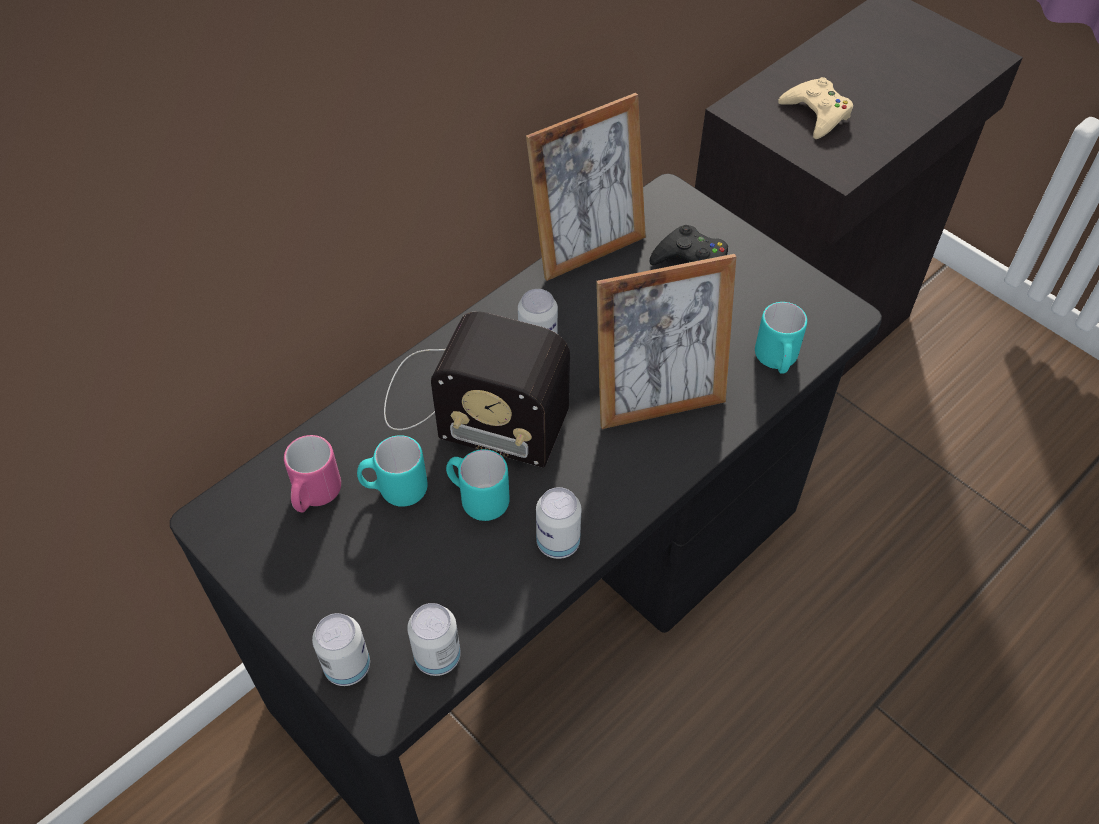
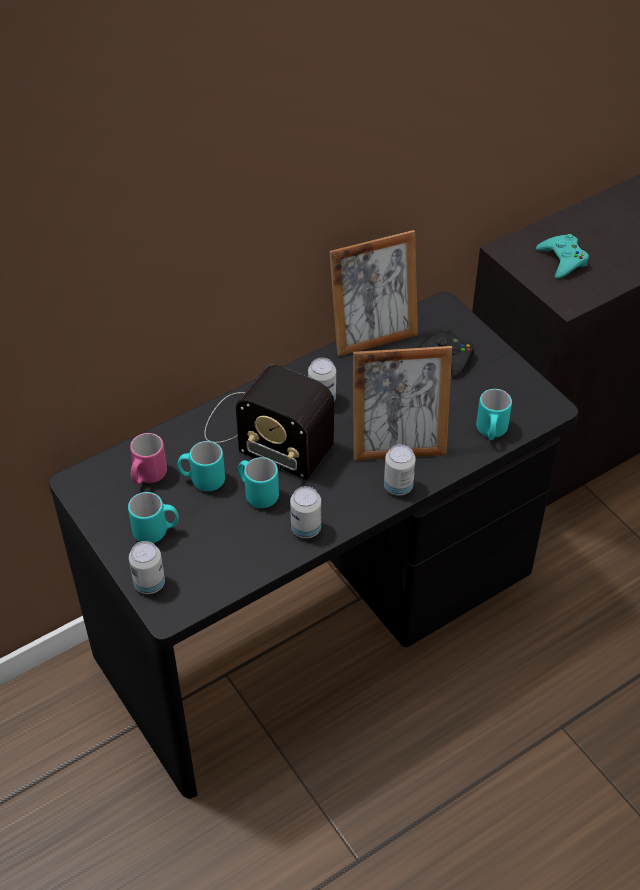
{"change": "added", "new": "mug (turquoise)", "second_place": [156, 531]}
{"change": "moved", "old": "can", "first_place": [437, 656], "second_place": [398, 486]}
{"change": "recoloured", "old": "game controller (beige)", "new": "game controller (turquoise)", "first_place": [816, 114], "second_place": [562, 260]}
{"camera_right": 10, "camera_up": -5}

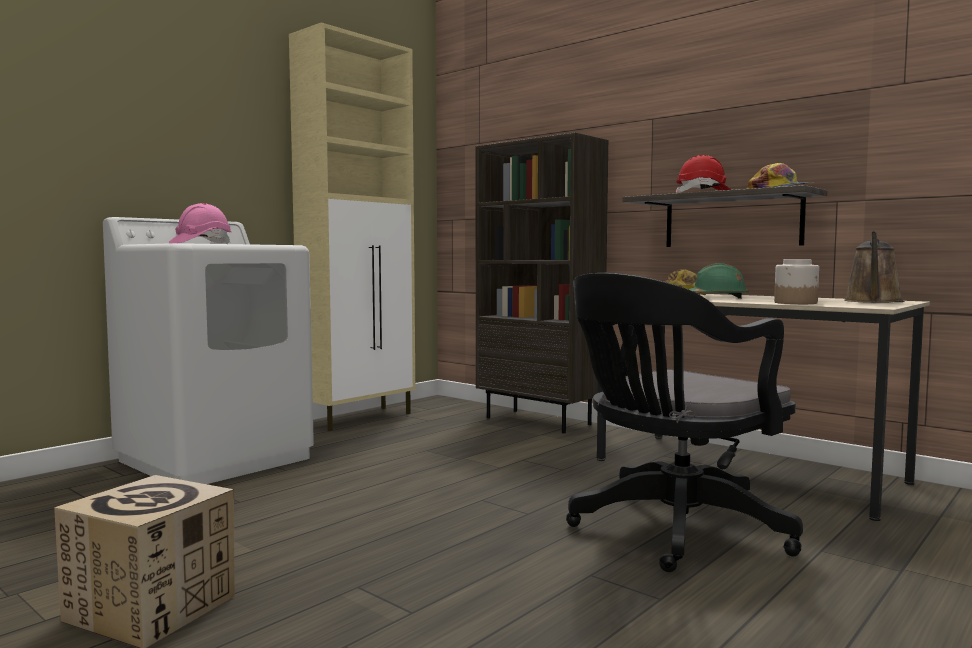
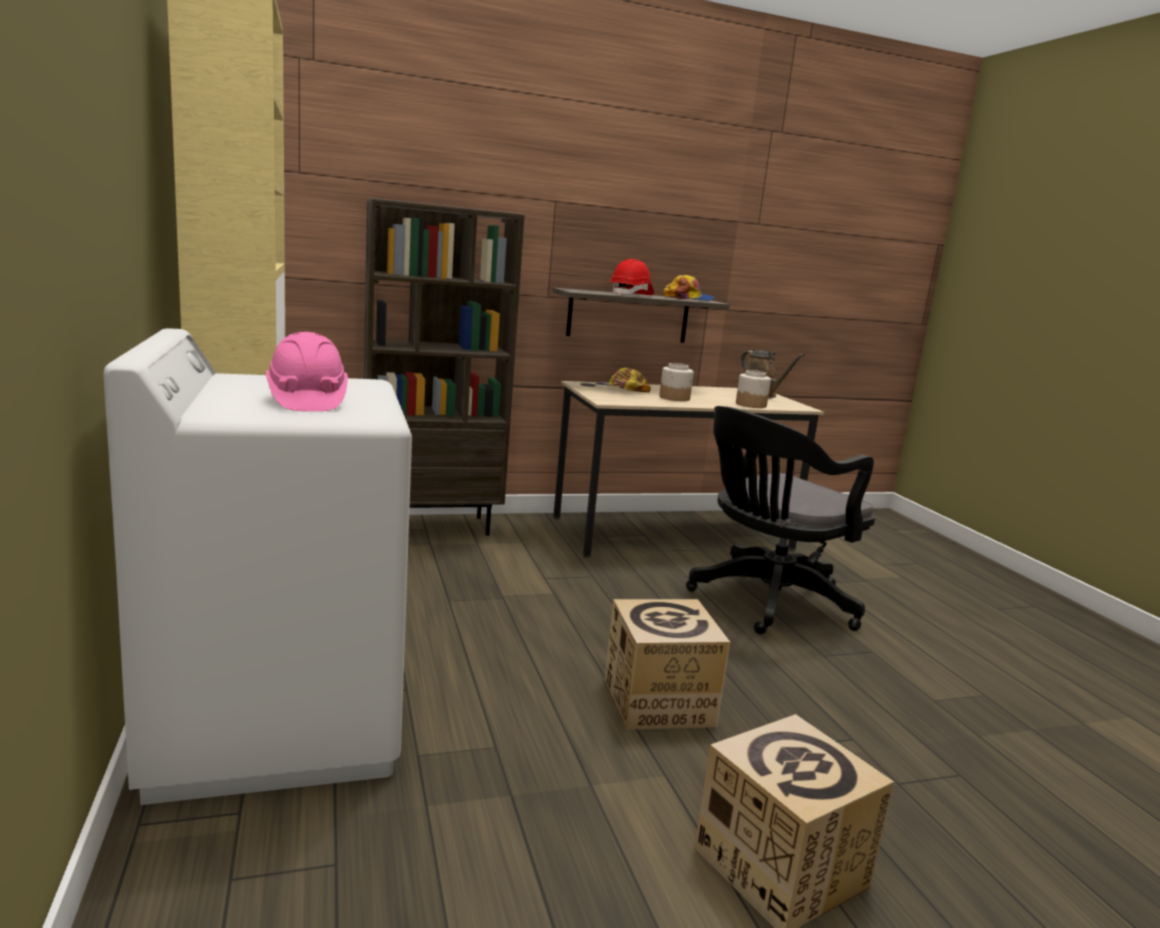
{"change": "added", "new": "cardboard box", "second_place": [658, 701]}
{"change": "replaced", "old": "hard hat (green)", "new": "jar", "first_place": [716, 298], "second_place": [675, 398]}
{"change": "turned", "old": "office chair (black)", "first_place": [672, 531], "second_place": [766, 602], "degrees": 60}
{"camera_right": -60, "camera_up": 10}

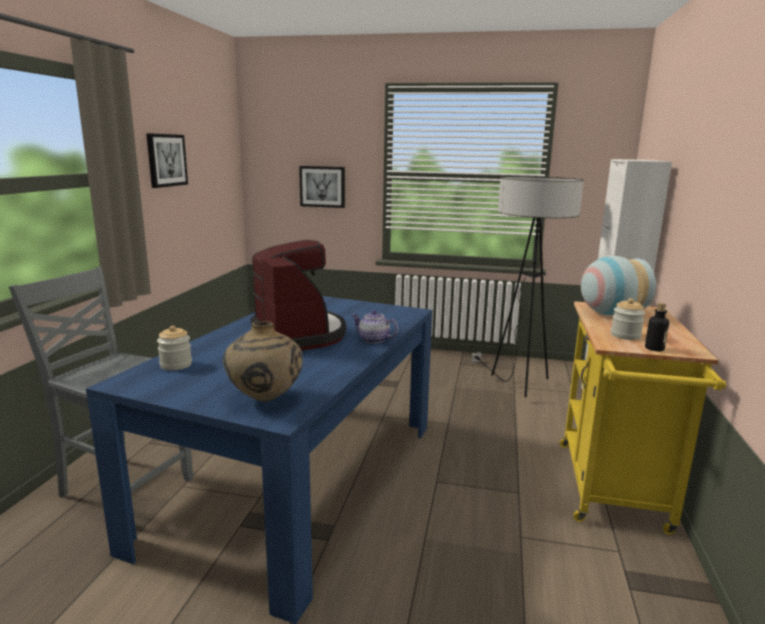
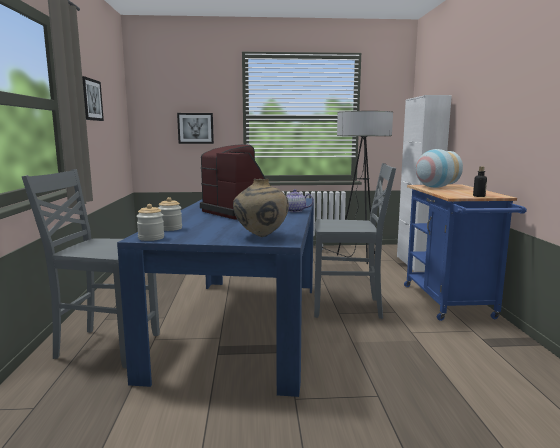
{"change": "moved", "old": "jar", "first_place": [625, 335], "second_place": [151, 238]}
{"change": "added", "new": "chair (grey)", "second_place": [348, 307]}
{"change": "recoloured", "old": "cart (yellow)", "new": "cart (blue)", "first_place": [613, 491], "second_place": [451, 304]}
{"camera_right": -15, "camera_up": -5}

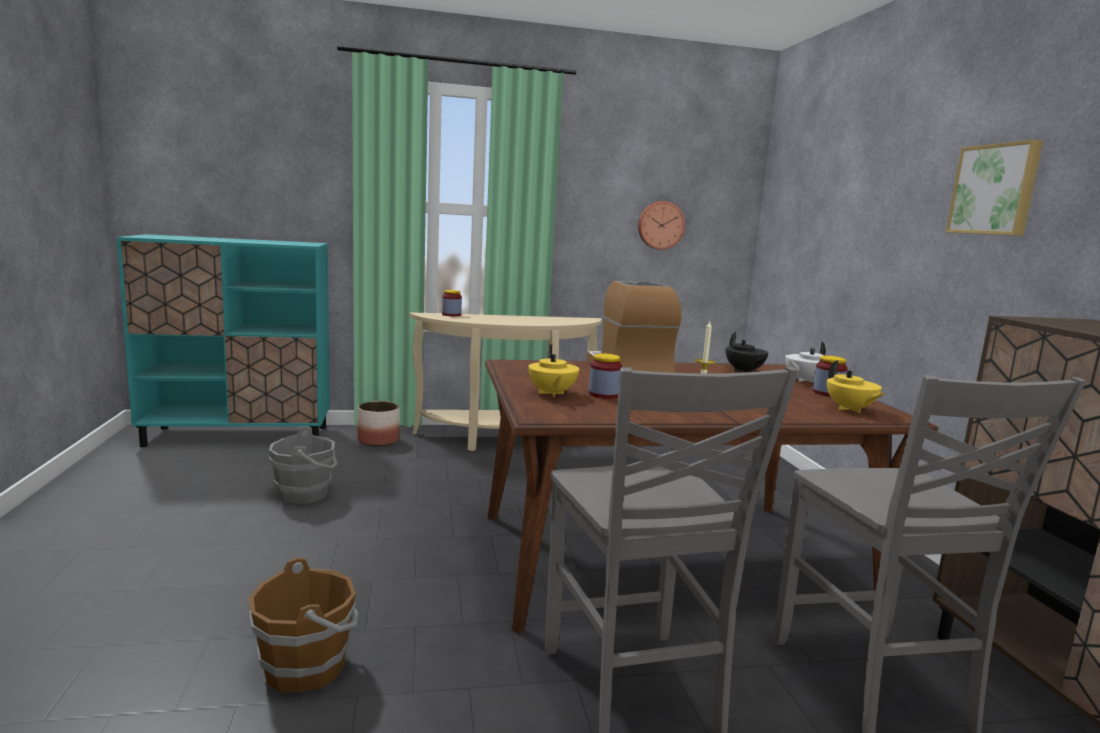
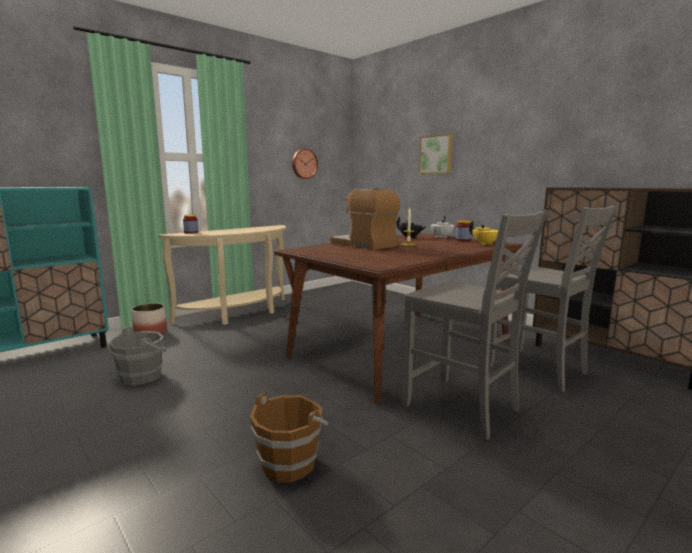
{"change": "moved", "old": "picture", "first_place": [995, 190], "second_place": [436, 154]}
{"change": "removed", "old": "teapot (yellow)", "first_place": [551, 393]}
{"change": "removed", "old": "jar", "first_place": [604, 394]}
{"camera_right": -30, "camera_up": 0}

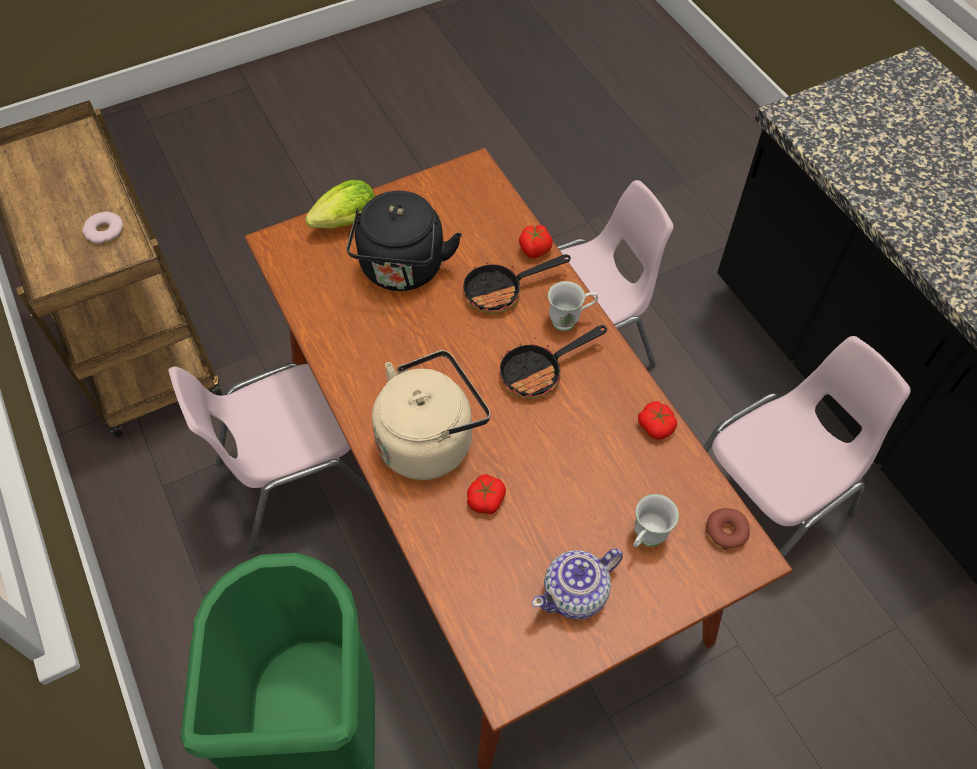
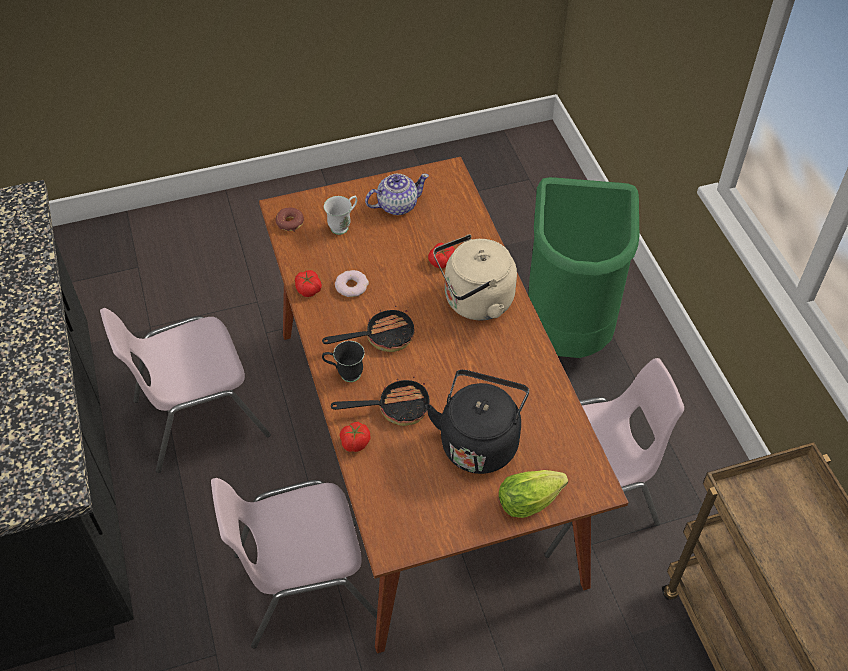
{"change": "recoloured", "old": "mug (white)", "new": "mug (black)", "first_place": [570, 321], "second_place": [345, 374]}
{"change": "moved", "old": "donut", "first_place": [104, 231], "second_place": [351, 286]}
{"camera_right": -170, "camera_up": -5}

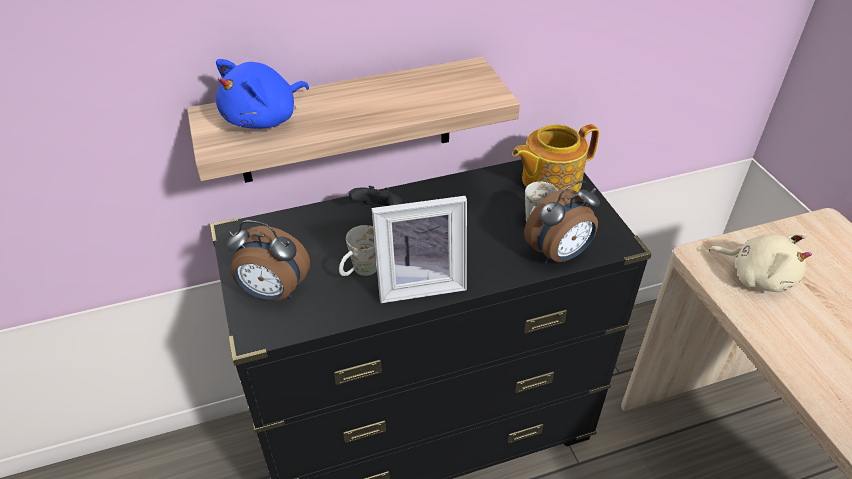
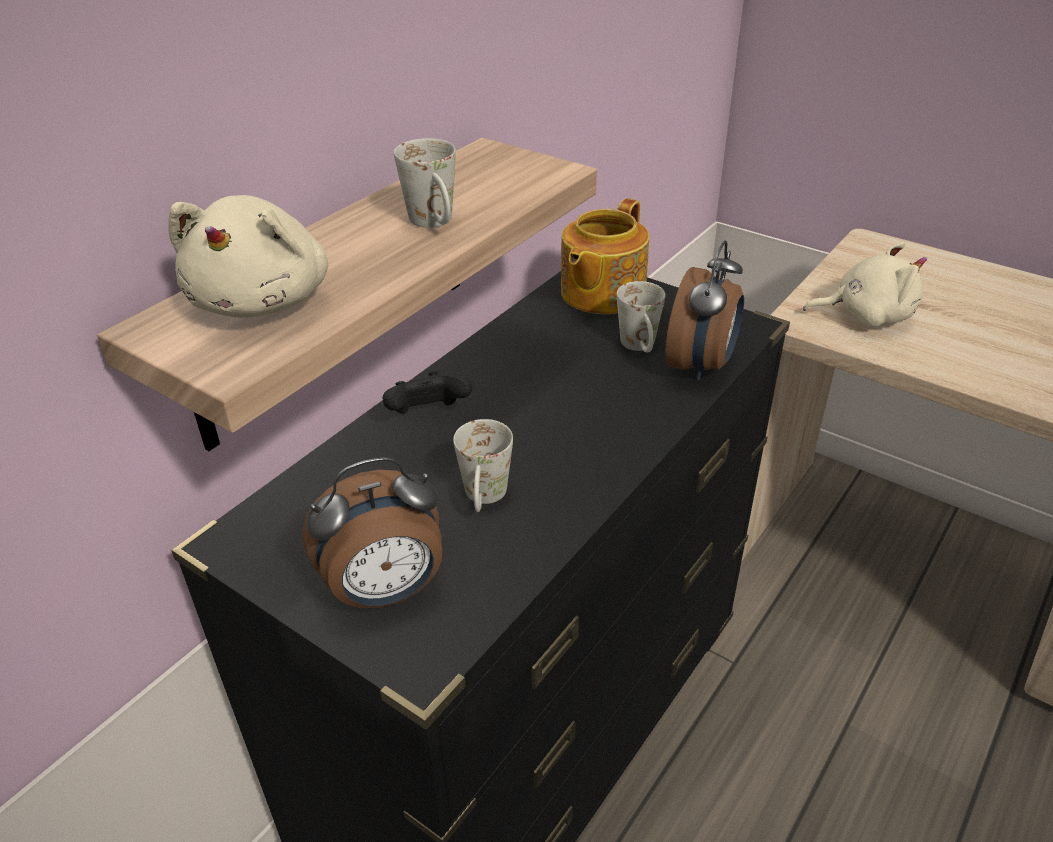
{"change": "recoloured", "old": "plush toy (blue)", "new": "plush toy (beige)", "first_place": [264, 119], "second_place": [264, 300]}
{"change": "added", "new": "mug (white)", "second_place": [436, 224]}
{"change": "removed", "old": "picture frame", "first_place": [420, 283]}
{"camera_right": -35, "camera_up": -5}

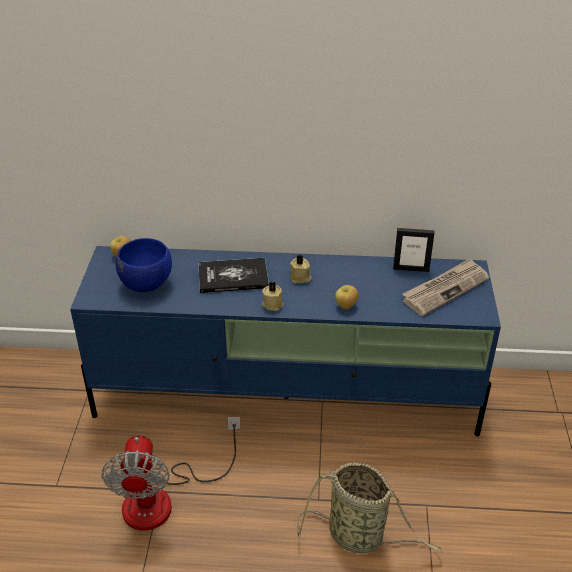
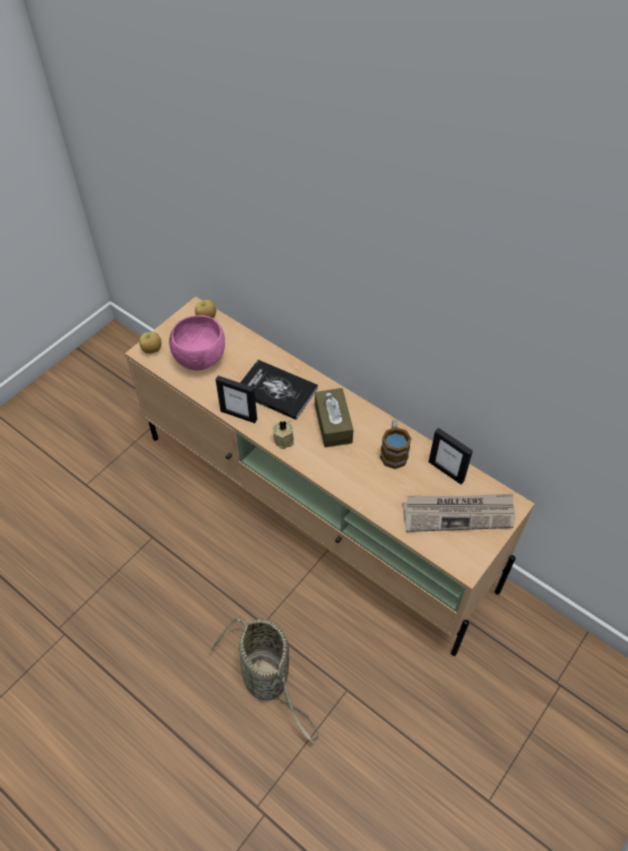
{"change": "recoloured", "old": "tv stand (blue)", "new": "tv stand (beige)", "first_place": [288, 397], "second_place": [316, 512]}
{"change": "moved", "old": "apple", "first_place": [346, 306], "second_place": [152, 350]}
{"change": "recoloured", "old": "bowl (blue)", "new": "bowl (pink)", "first_place": [146, 284], "second_place": [200, 359]}
{"change": "added", "new": "picture frame", "second_place": [239, 415]}
{"change": "replaced", "old": "candle (beige)", "new": "tissue box (brown)", "first_place": [300, 278], "second_place": [333, 424]}
{"change": "added", "new": "mug", "second_place": [393, 451]}
{"change": "removed", "old": "fan", "first_place": [163, 499]}
{"camera_right": 35, "camera_up": 15}

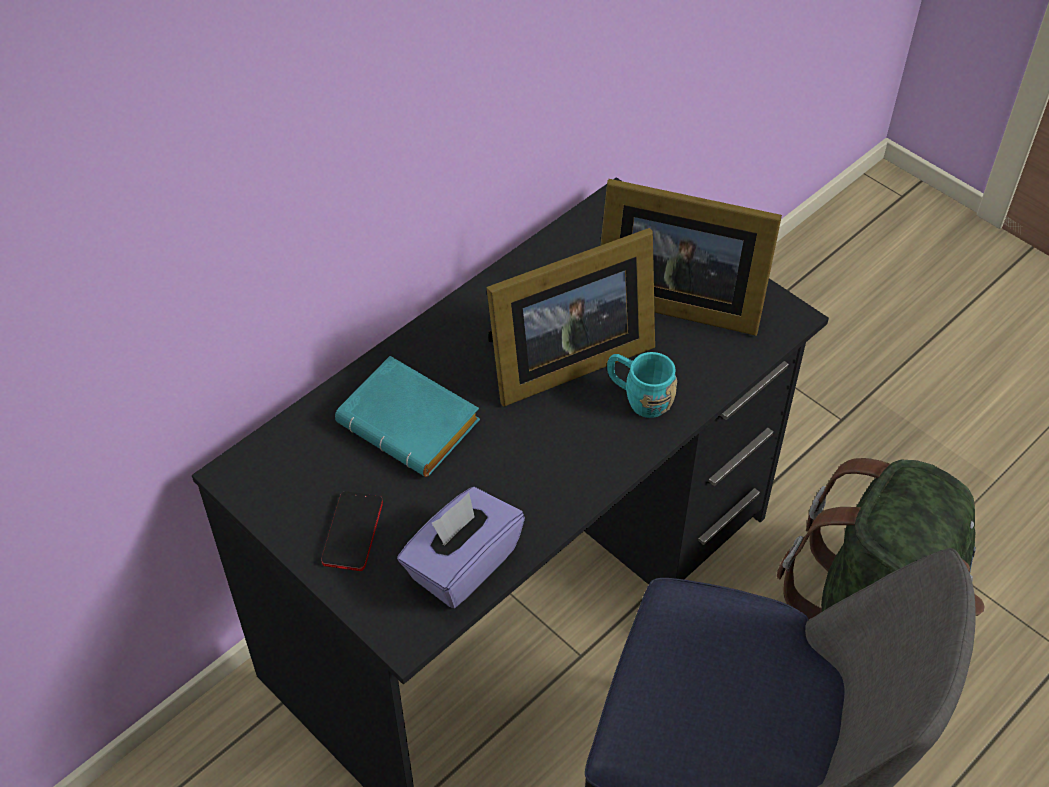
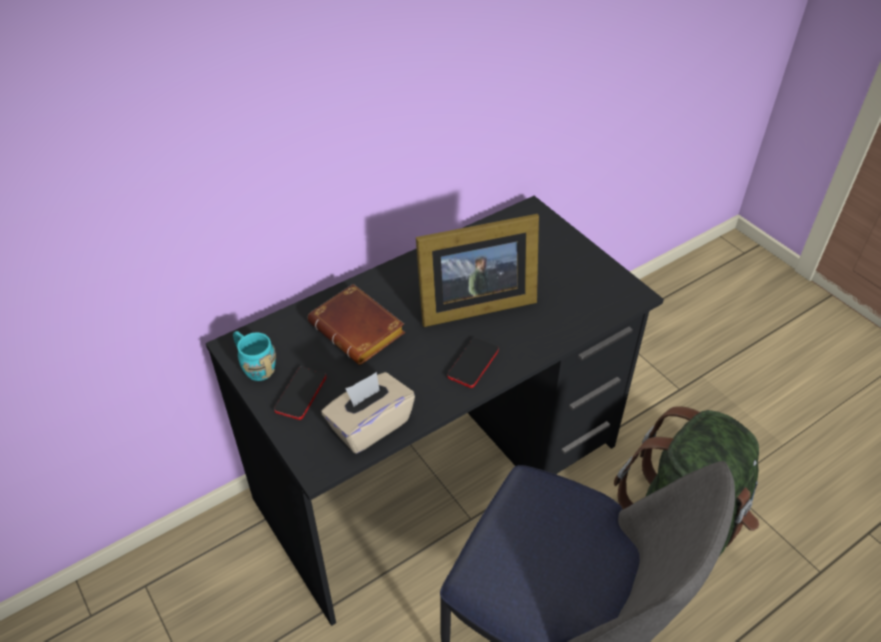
{"change": "moved", "old": "mug (turquoise)", "first_place": [639, 398], "second_place": [255, 366]}
{"change": "recoloured", "old": "book (turquoise)", "new": "book (brown)", "first_place": [414, 424], "second_place": [360, 330]}
{"change": "recoloured", "old": "tissue box (purple)", "new": "tissue box (beige)", "first_place": [462, 564], "second_place": [369, 425]}
{"change": "added", "new": "phone", "second_place": [473, 363]}
{"change": "removed", "old": "picture frame", "first_place": [674, 299]}
{"camera_right": 10, "camera_up": -5}

